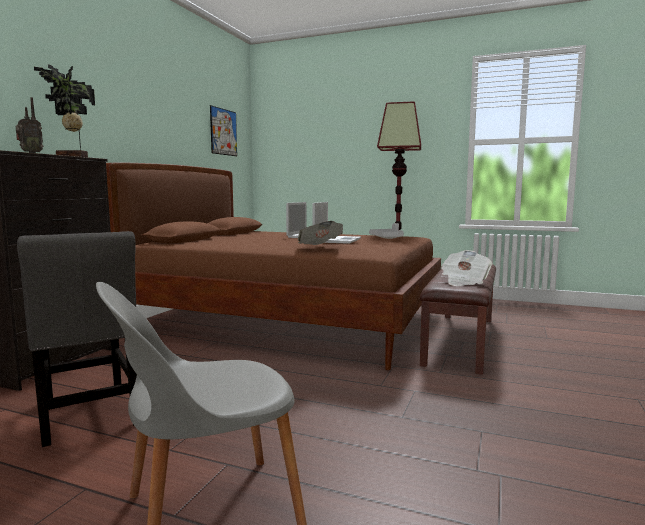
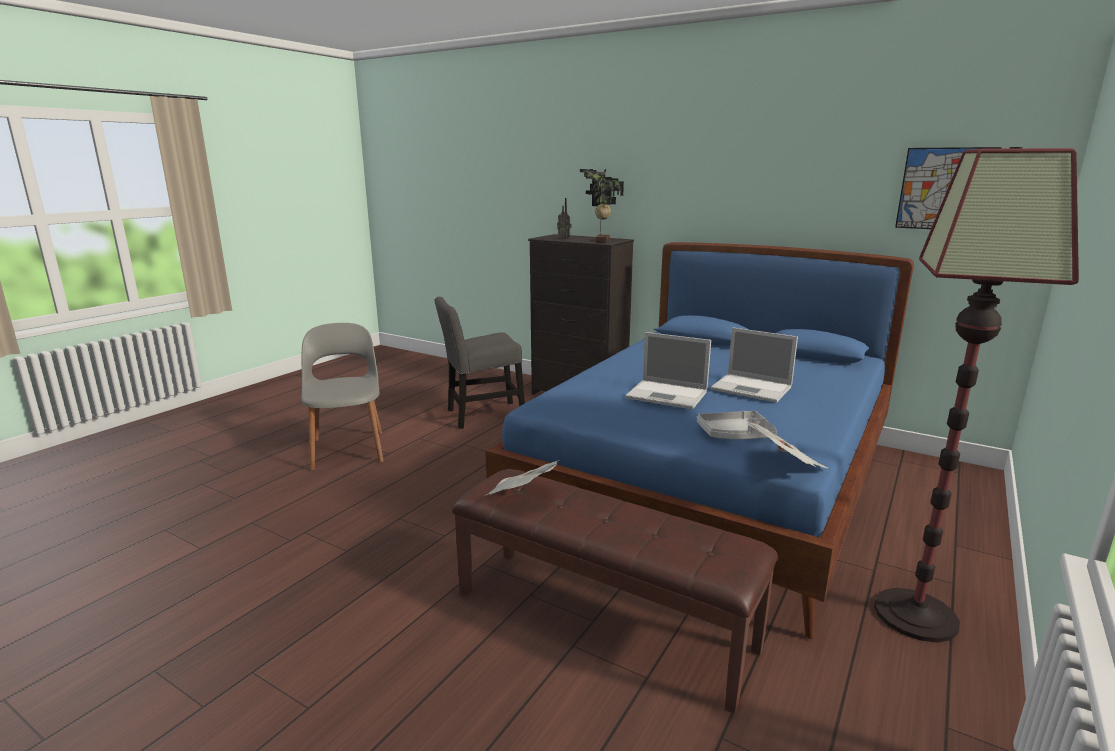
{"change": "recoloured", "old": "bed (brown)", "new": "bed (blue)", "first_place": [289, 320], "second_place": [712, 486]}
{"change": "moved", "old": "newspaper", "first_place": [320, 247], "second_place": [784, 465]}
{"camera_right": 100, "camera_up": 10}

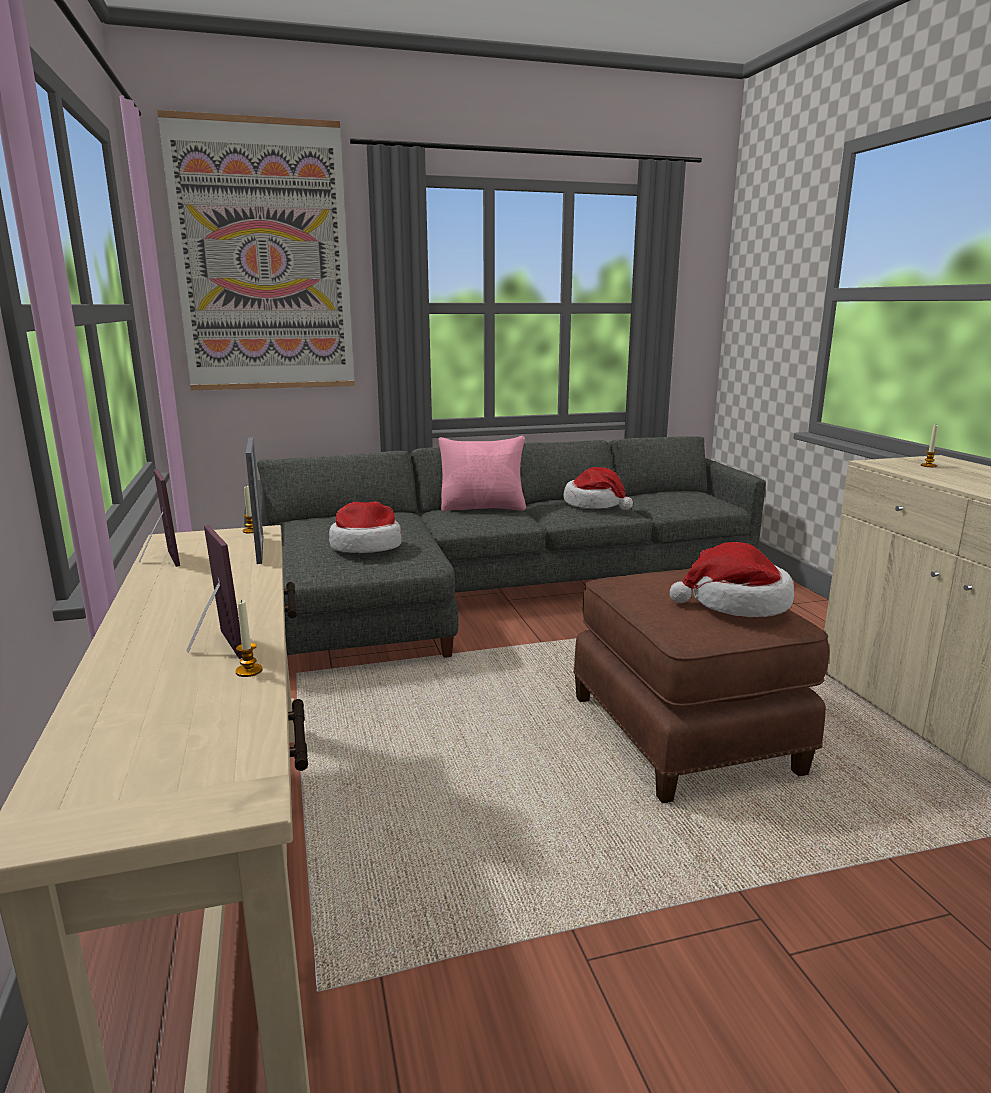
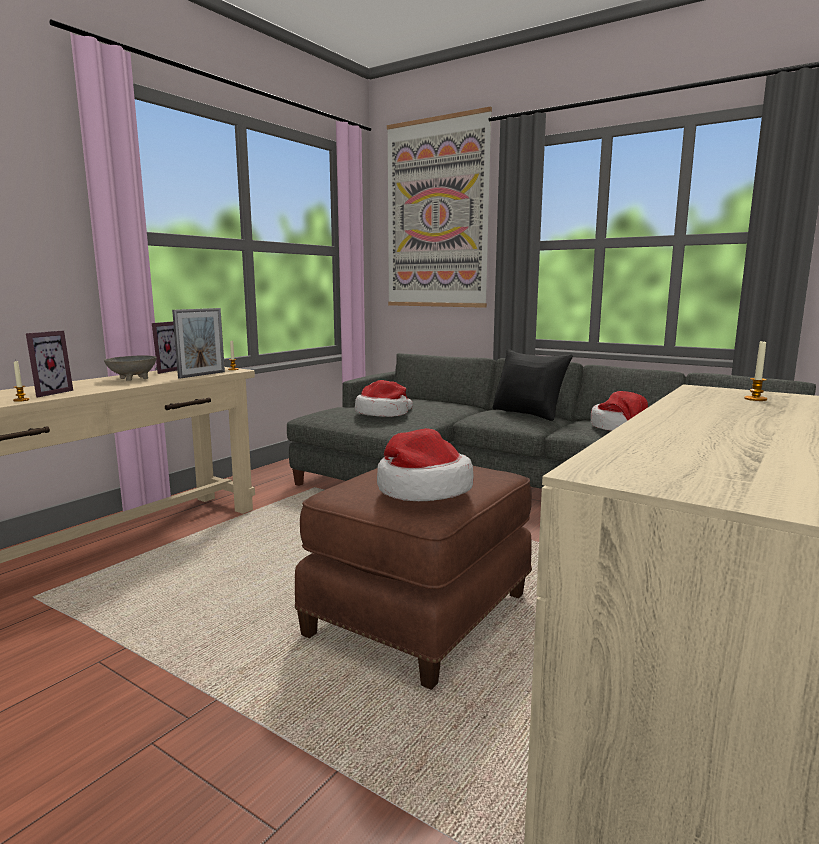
{"change": "added", "new": "bowl (grey)", "second_place": [133, 378]}
{"change": "recoloured", "old": "pillow (pink)", "new": "pillow (black)", "first_place": [483, 508], "second_place": [528, 414]}
{"camera_right": 50, "camera_up": -5}

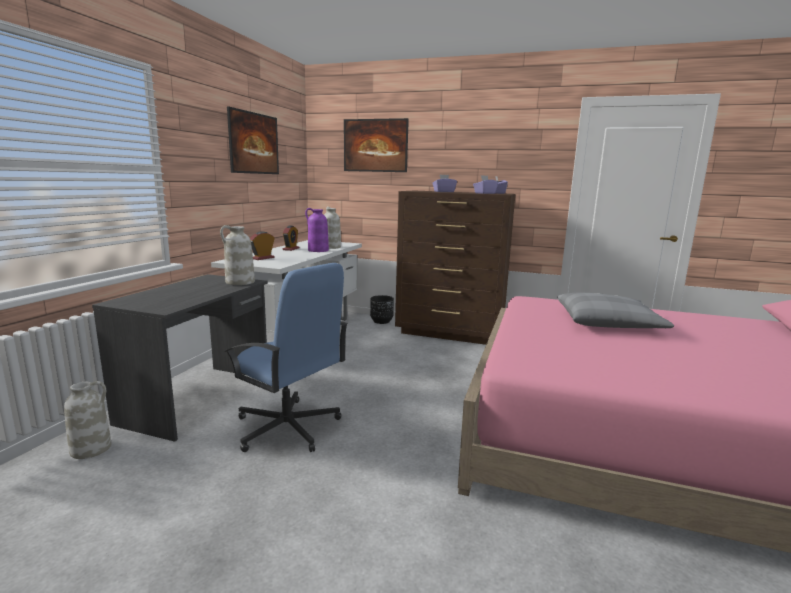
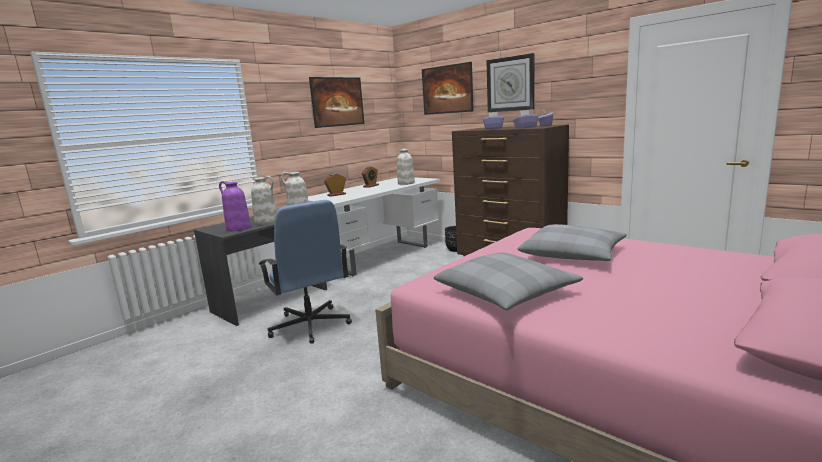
{"change": "moved", "old": "vase (purple)", "first_place": [318, 250], "second_place": [238, 228]}
{"change": "moved", "old": "vase (white)", "first_place": [92, 449], "second_place": [267, 222]}
{"change": "added", "new": "pillow (grey)", "second_place": [506, 293]}
{"change": "added", "new": "wall clock", "second_place": [510, 84]}
{"camera_right": 25, "camera_up": 0}

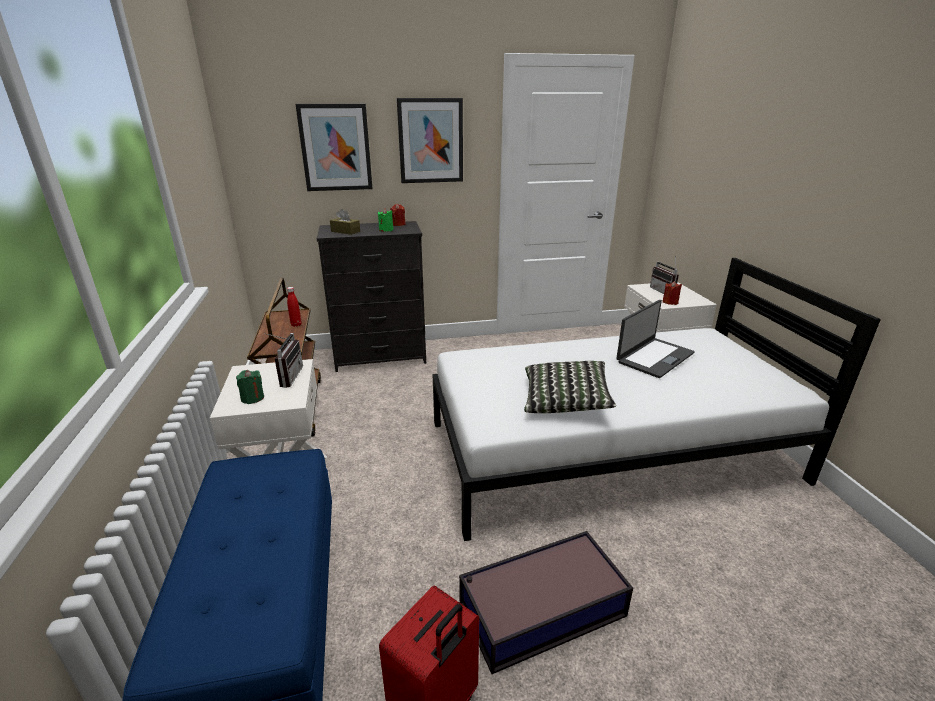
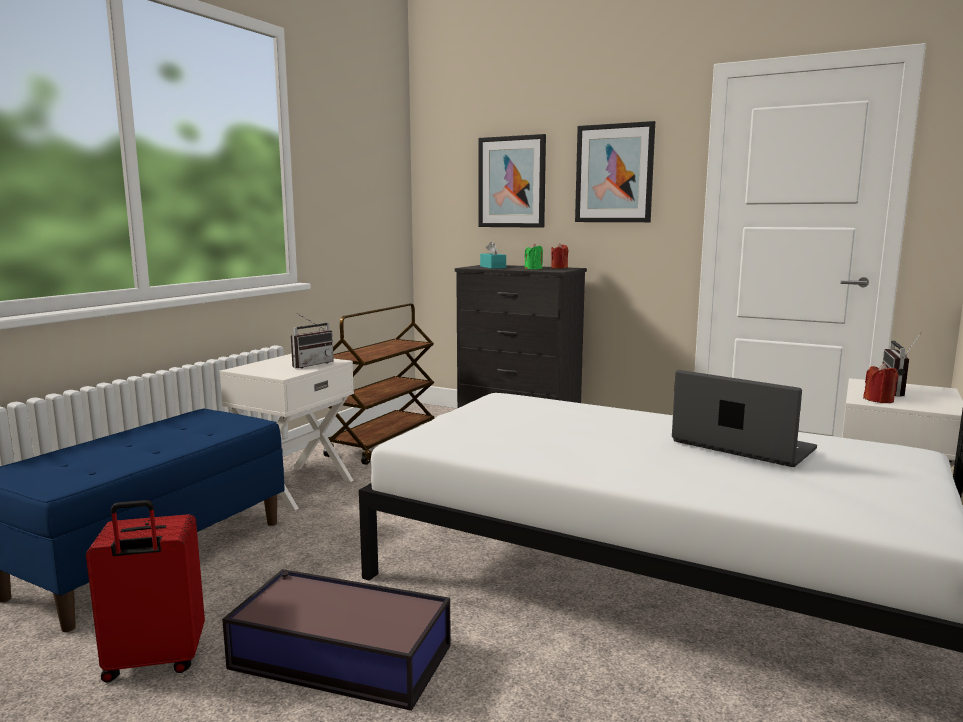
{"change": "recoloured", "old": "tissue box (brown)", "new": "tissue box (turquoise)", "first_place": [345, 231], "second_place": [493, 267]}
{"change": "turned", "old": "laptop", "first_place": [654, 357], "second_place": [742, 446], "degrees": -135}
{"change": "removed", "old": "candle (green)", "first_place": [252, 398]}
{"change": "removed", "old": "bottle (red)", "first_place": [296, 325]}
{"change": "removed", "old": "pillow", "first_place": [565, 401]}
{"camera_right": 40, "camera_up": -15}

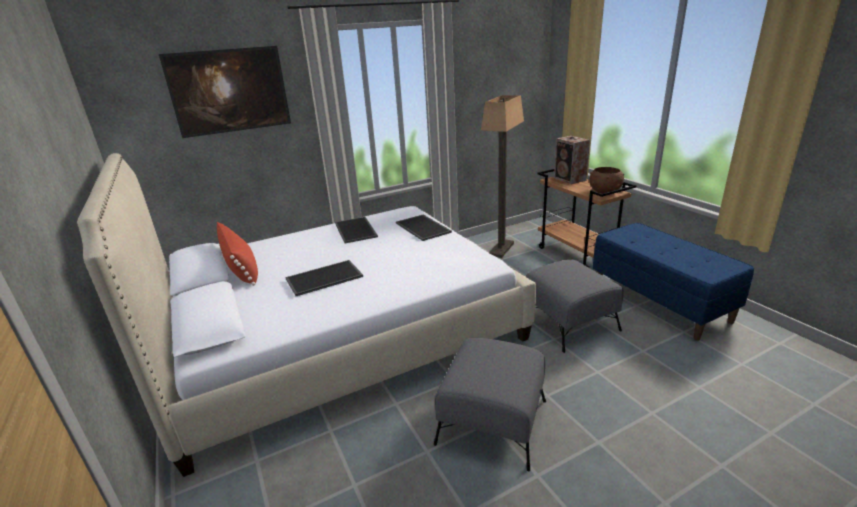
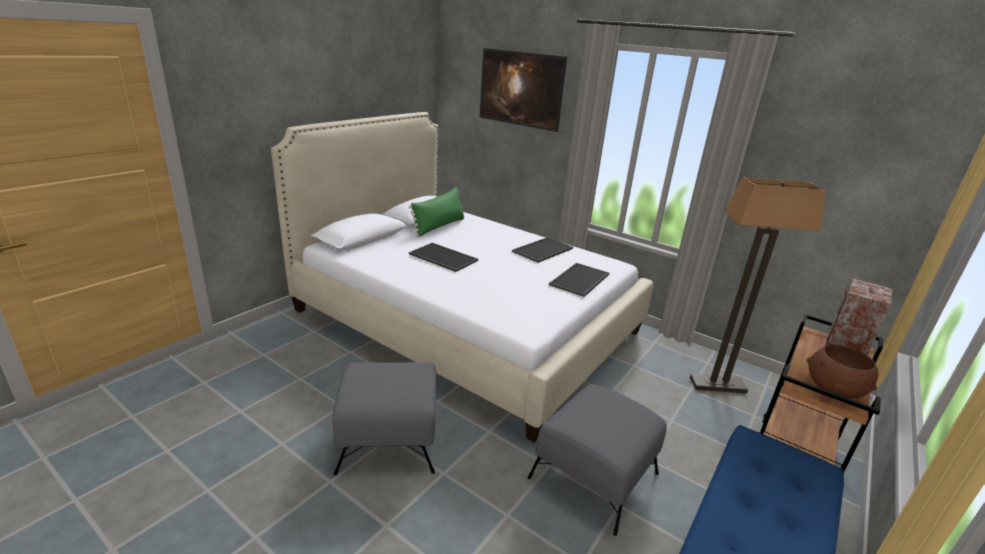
{"change": "recoloured", "old": "pillow (red)", "new": "pillow (green)", "first_place": [241, 269], "second_place": [439, 226]}
{"camera_right": 60, "camera_up": 0}

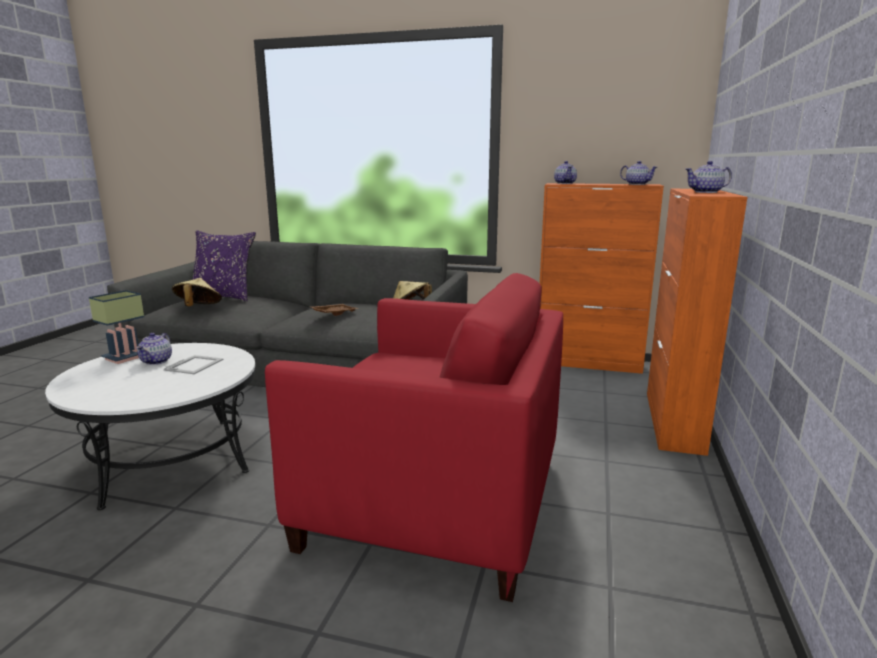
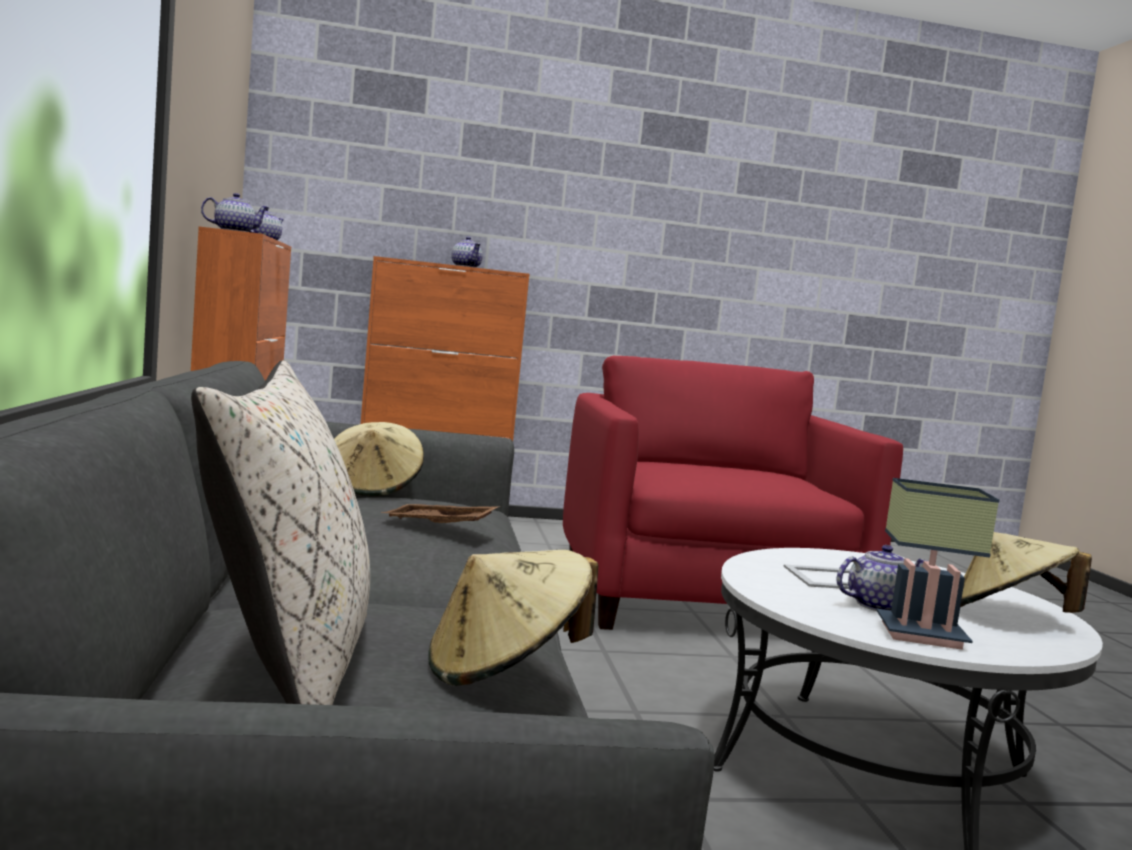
{"change": "recoloured", "old": "pillow (purple)", "new": "pillow (beige)", "first_place": [224, 296], "second_place": [286, 671]}
{"change": "added", "new": "hat (beige)", "second_place": [1008, 617]}
{"camera_right": -115, "camera_up": -10}

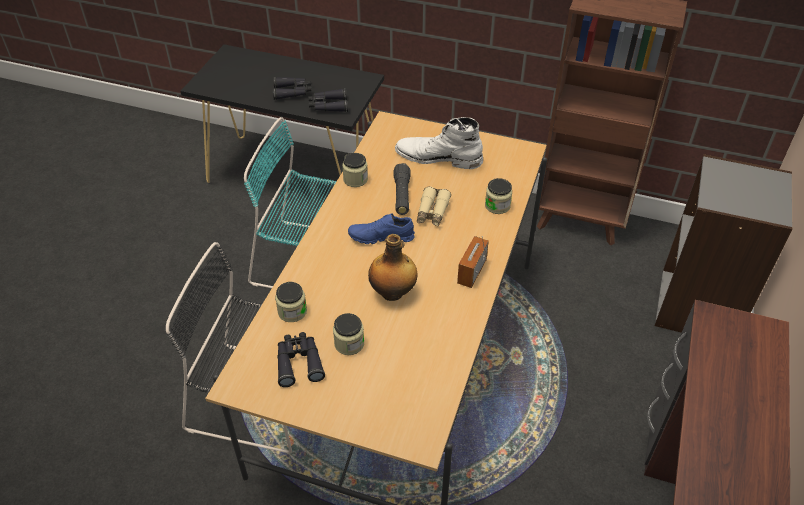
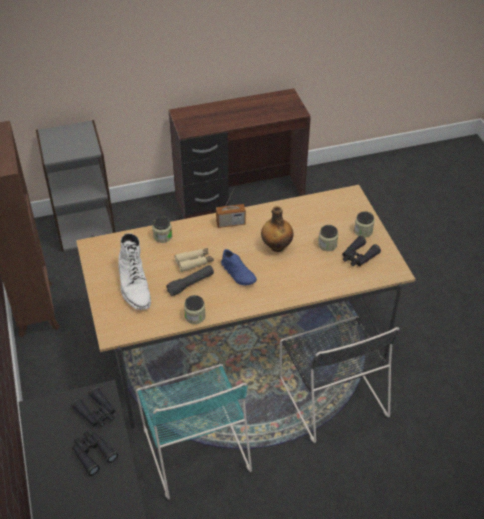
{"change": "moved", "old": "jar", "first_place": [292, 311], "second_place": [363, 231]}
{"camera_right": -125, "camera_up": 0}

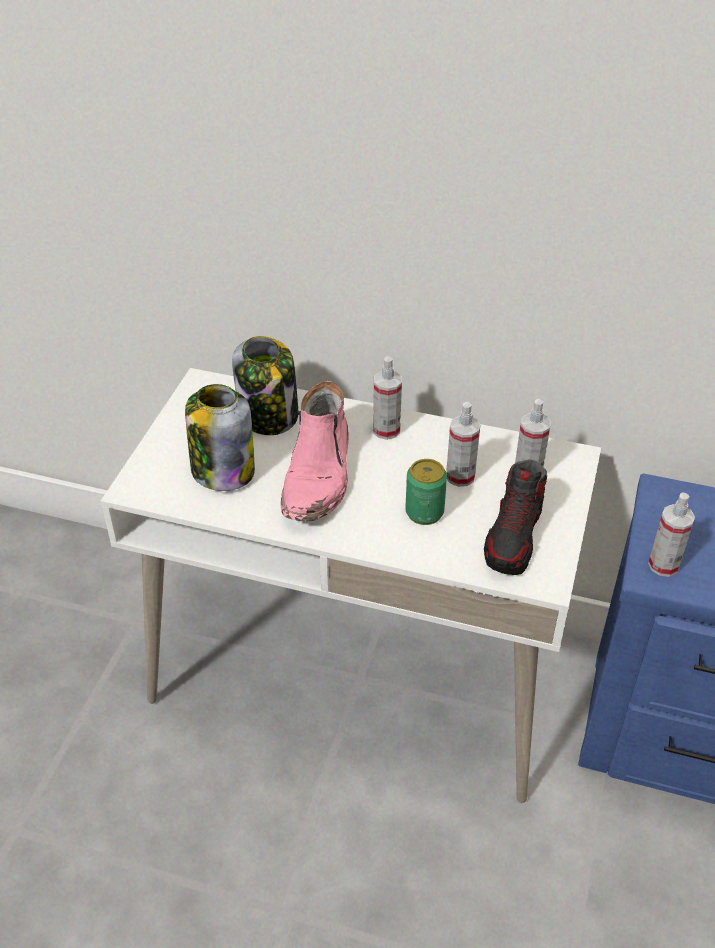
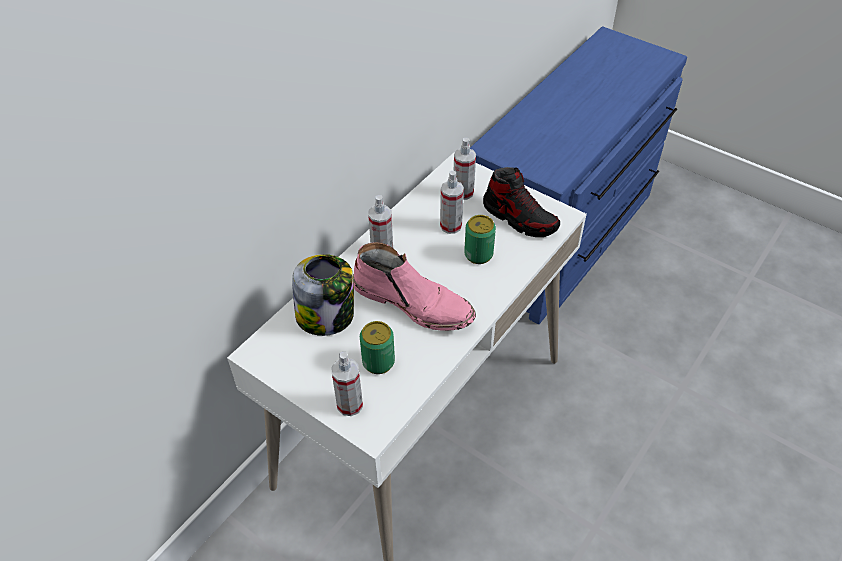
{"change": "moved", "old": "spray bottle", "first_place": [663, 565], "second_place": [350, 404]}
{"change": "replaced", "old": "jar", "new": "can", "first_place": [222, 470], "second_place": [378, 362]}
{"camera_right": -70, "camera_up": 5}

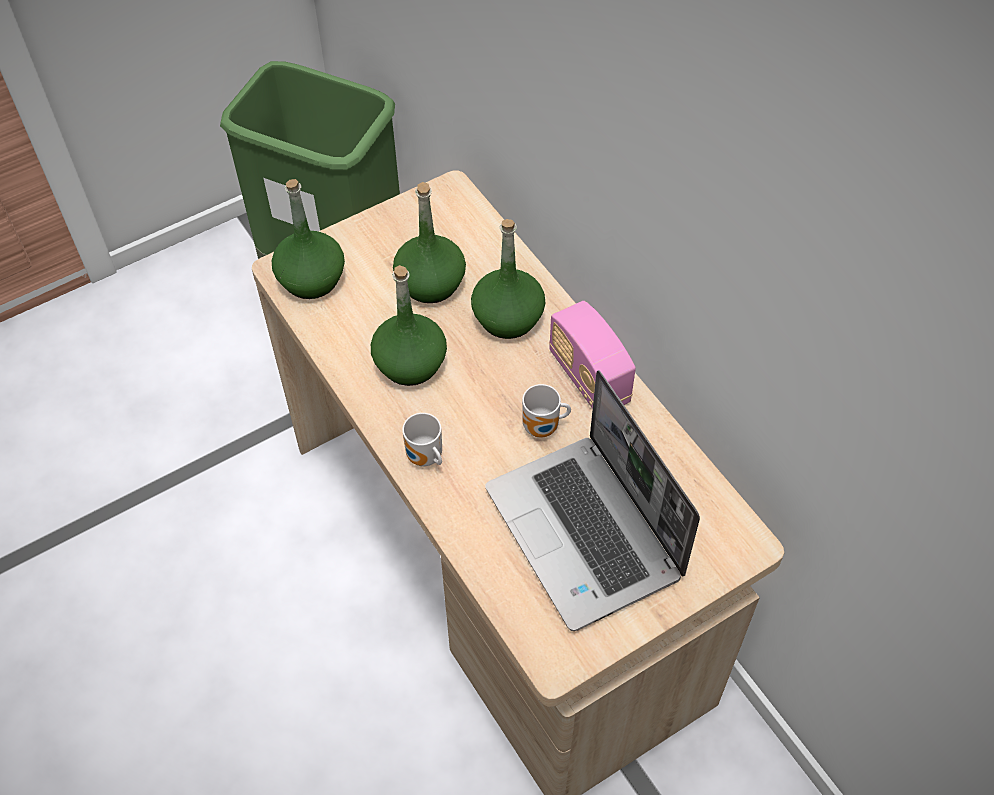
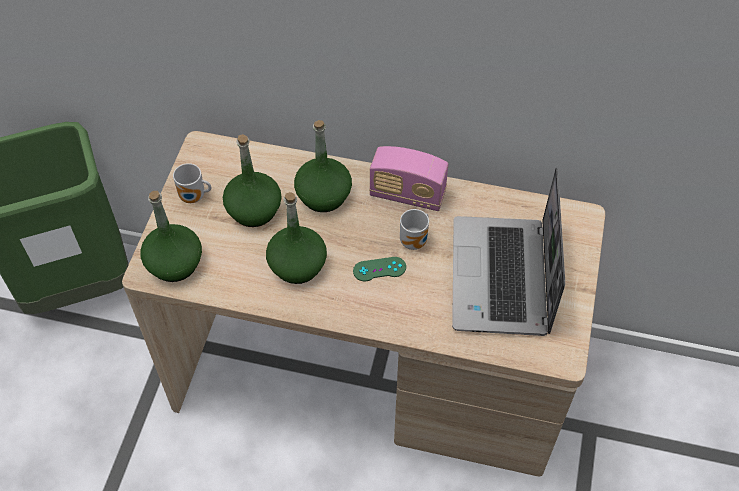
{"change": "moved", "old": "mug", "first_place": [424, 459], "second_place": [194, 198]}
{"change": "added", "new": "game controller (green)", "second_place": [379, 269]}
{"change": "turned", "old": "laptop", "first_place": [586, 534], "second_place": [502, 278], "degrees": 75}
{"camera_right": -45, "camera_up": 0}

